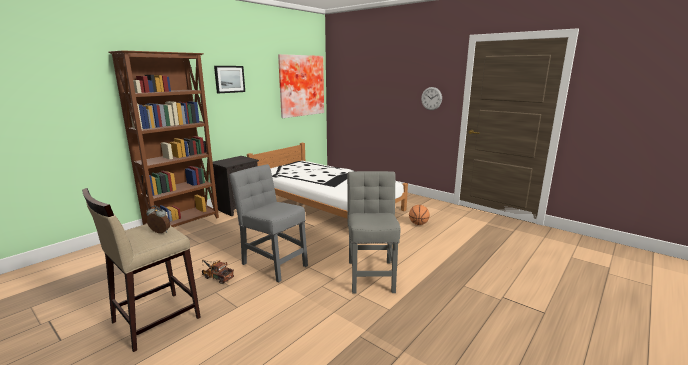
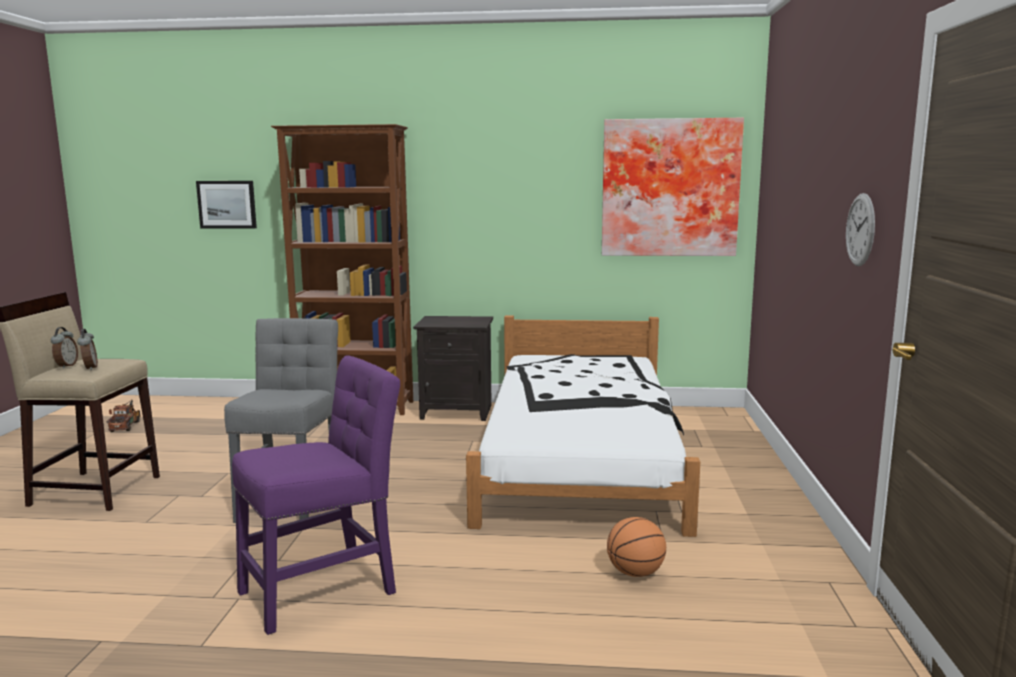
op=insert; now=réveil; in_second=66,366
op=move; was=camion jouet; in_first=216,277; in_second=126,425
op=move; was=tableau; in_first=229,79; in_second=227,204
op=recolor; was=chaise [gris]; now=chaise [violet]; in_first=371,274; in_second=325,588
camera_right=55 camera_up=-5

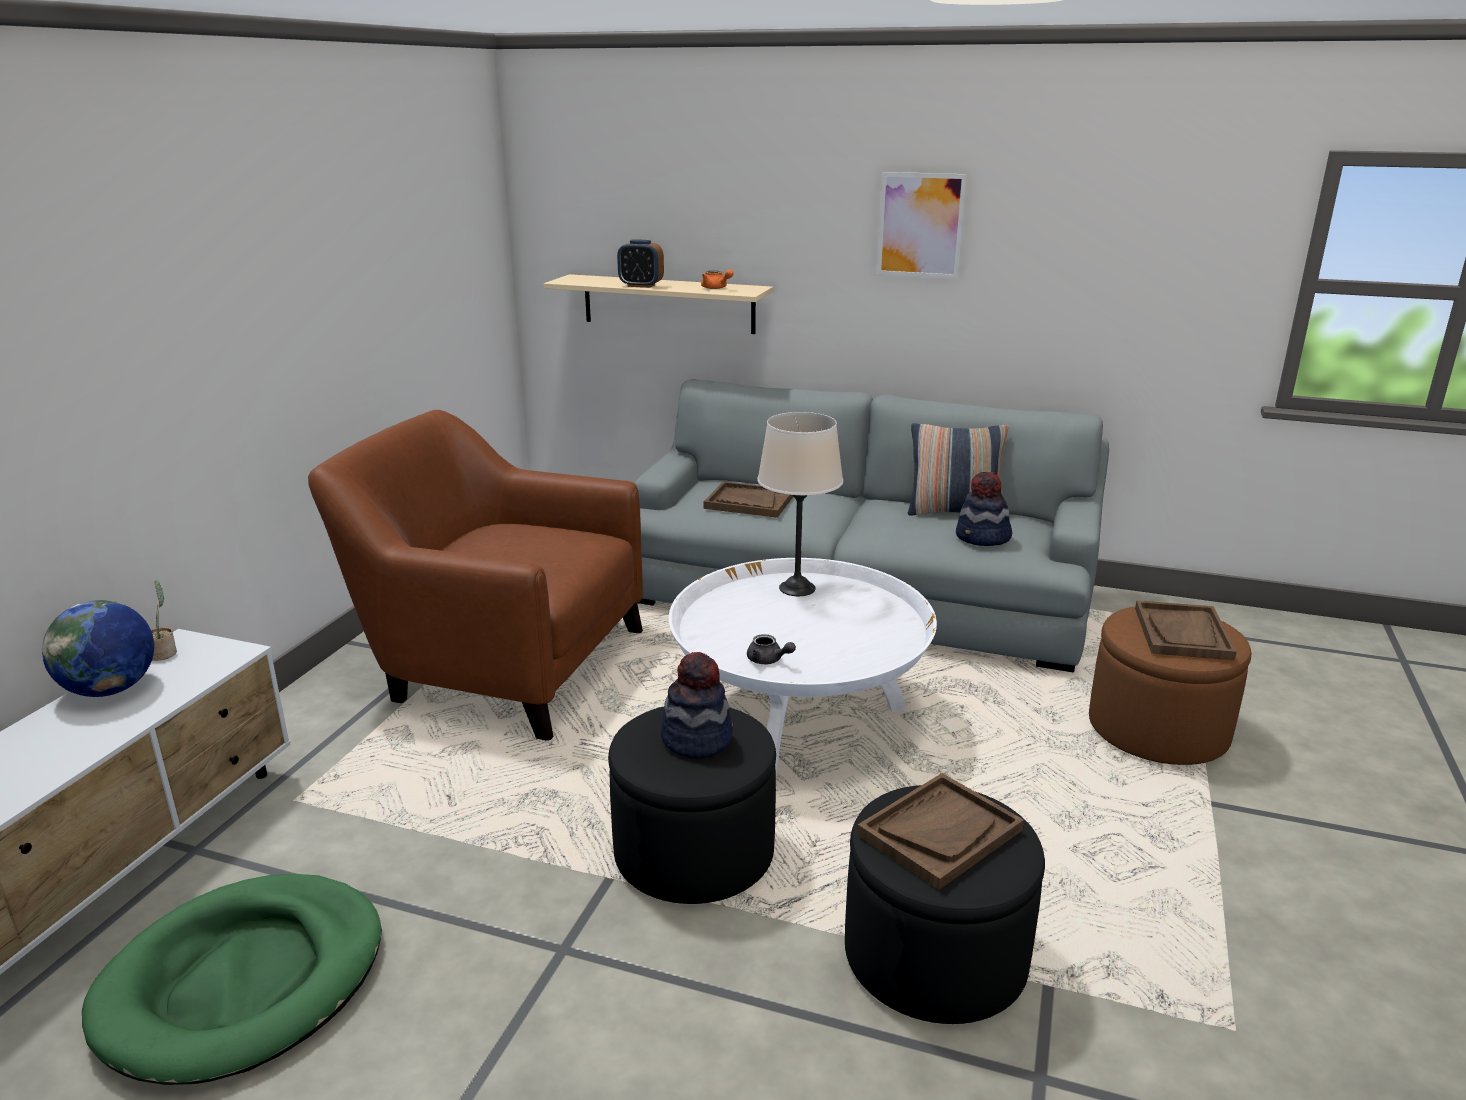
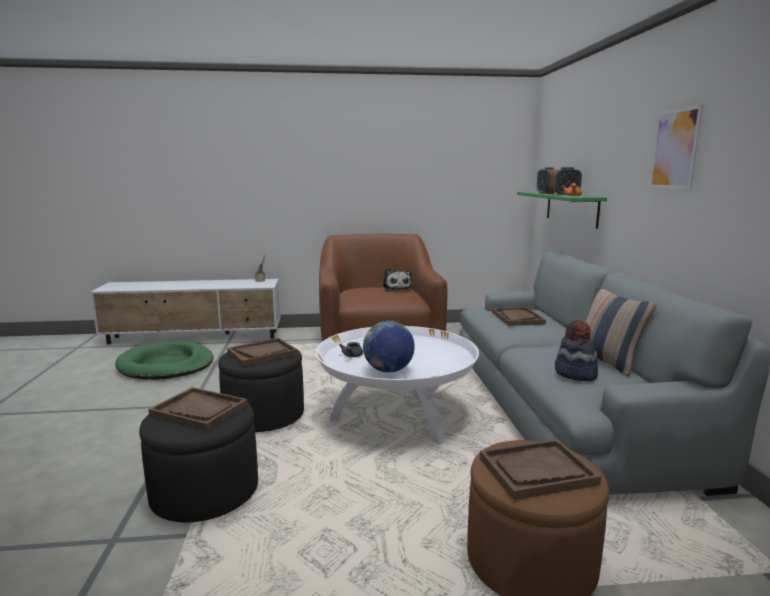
op=replace; was=chapeau; now=plateau [marron]; in_first=697,738; in_second=262,353
op=move; was=globe; in_first=111,689; in_second=388,370
op=insert; now=peluche; in_second=395,288
op=recolor; was=étagère [beige]; now=étagère [vert]; in_first=668,304; in_second=571,208
op=insert; now=réveil; in_second=565,194
op=delete; was=lampe de table [beige]; in_first=797,588
camera_right=65 camera_up=-10

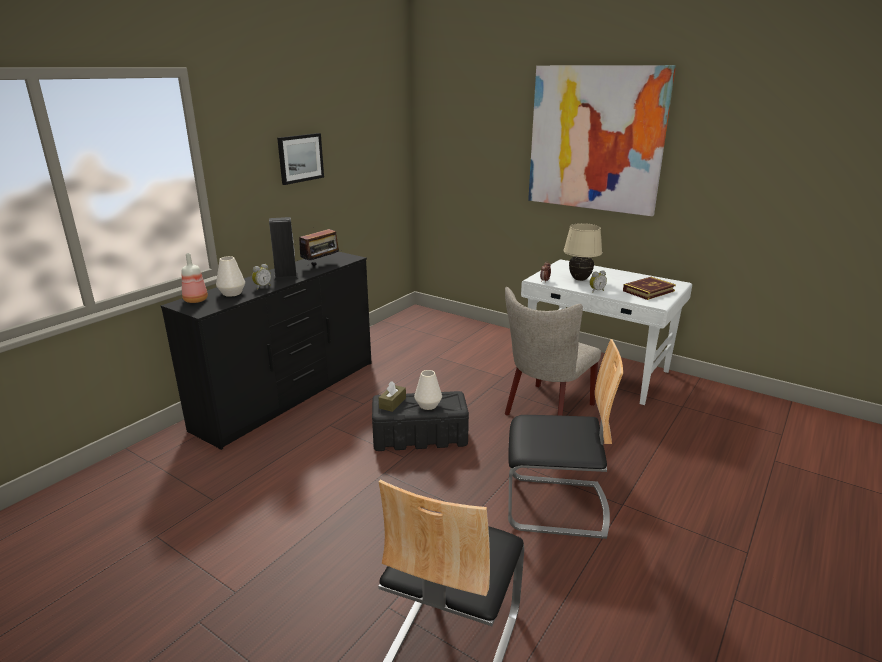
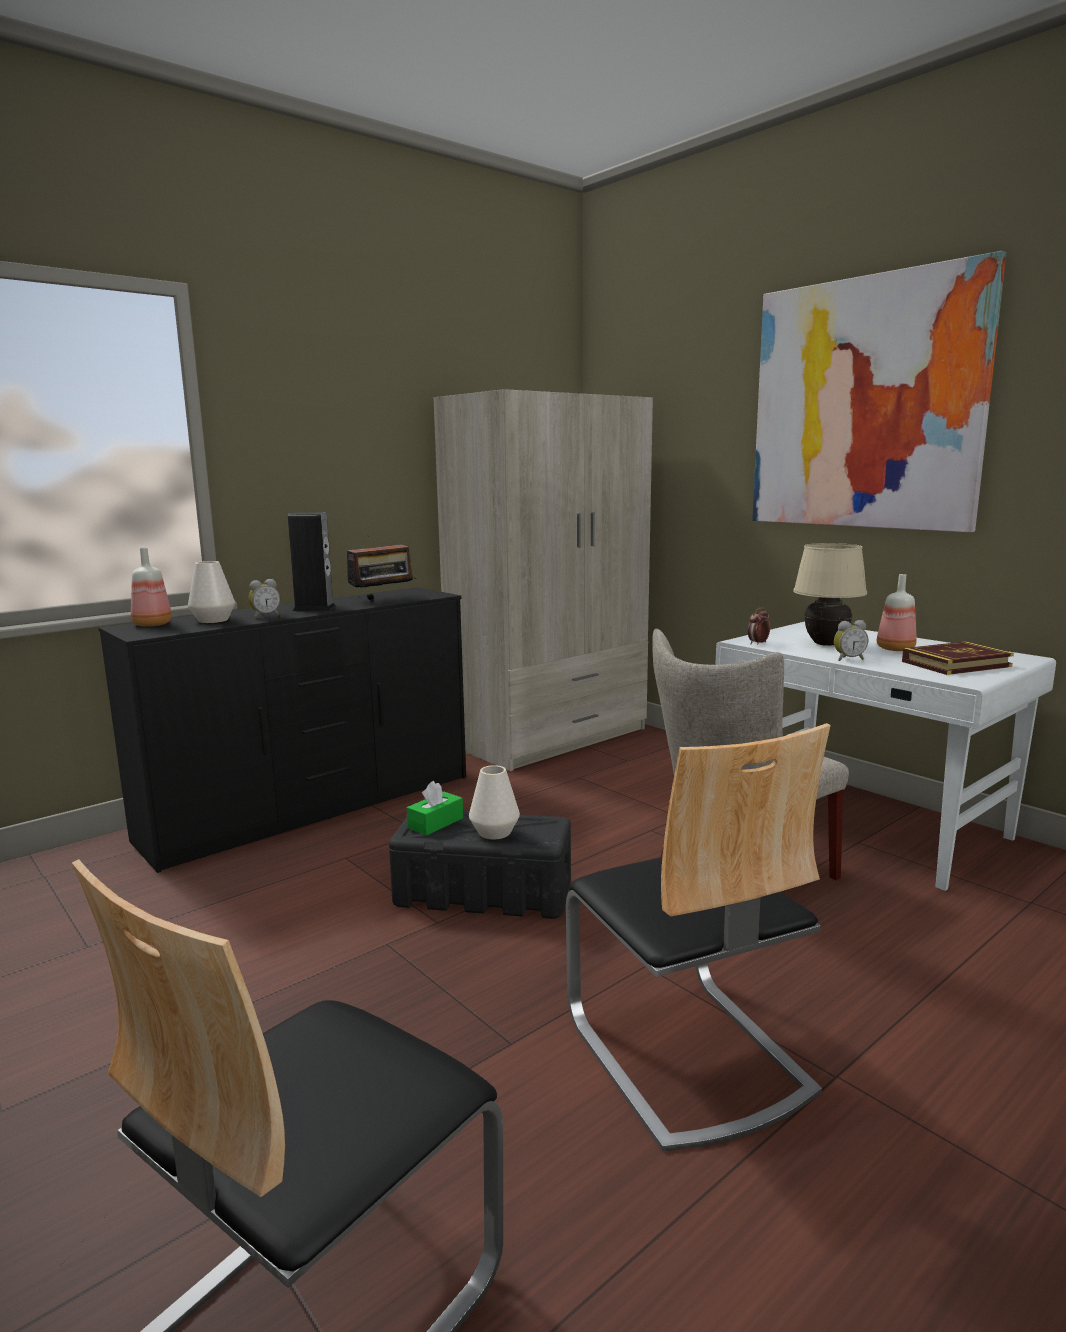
op=recolor; was=boîte à mouchoirs [marron]; now=boîte à mouchoirs [vert]; in_first=392,403; in_second=435,823
op=insert; now=armoire [beige]; in_second=550,737
op=rotate; was=chaise; in_first=556,506; in_second=685,1055; clockwise=45
op=insert; now=bouteille; in_second=894,649
op=delete; was=tableau; in_first=300,158
camera_right=15 camera_up=-10

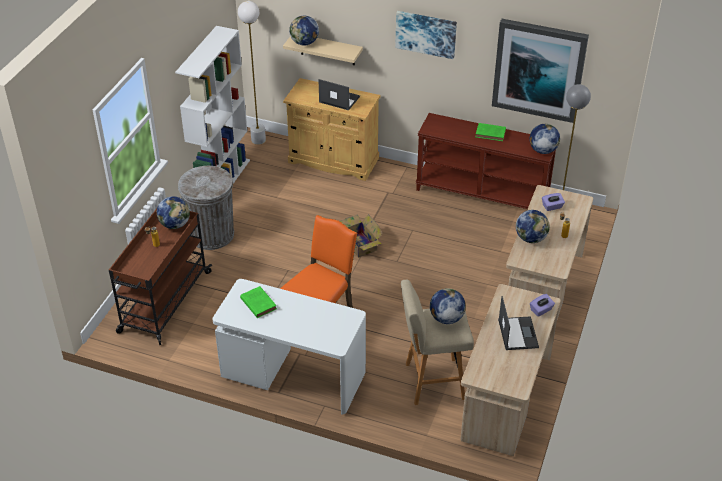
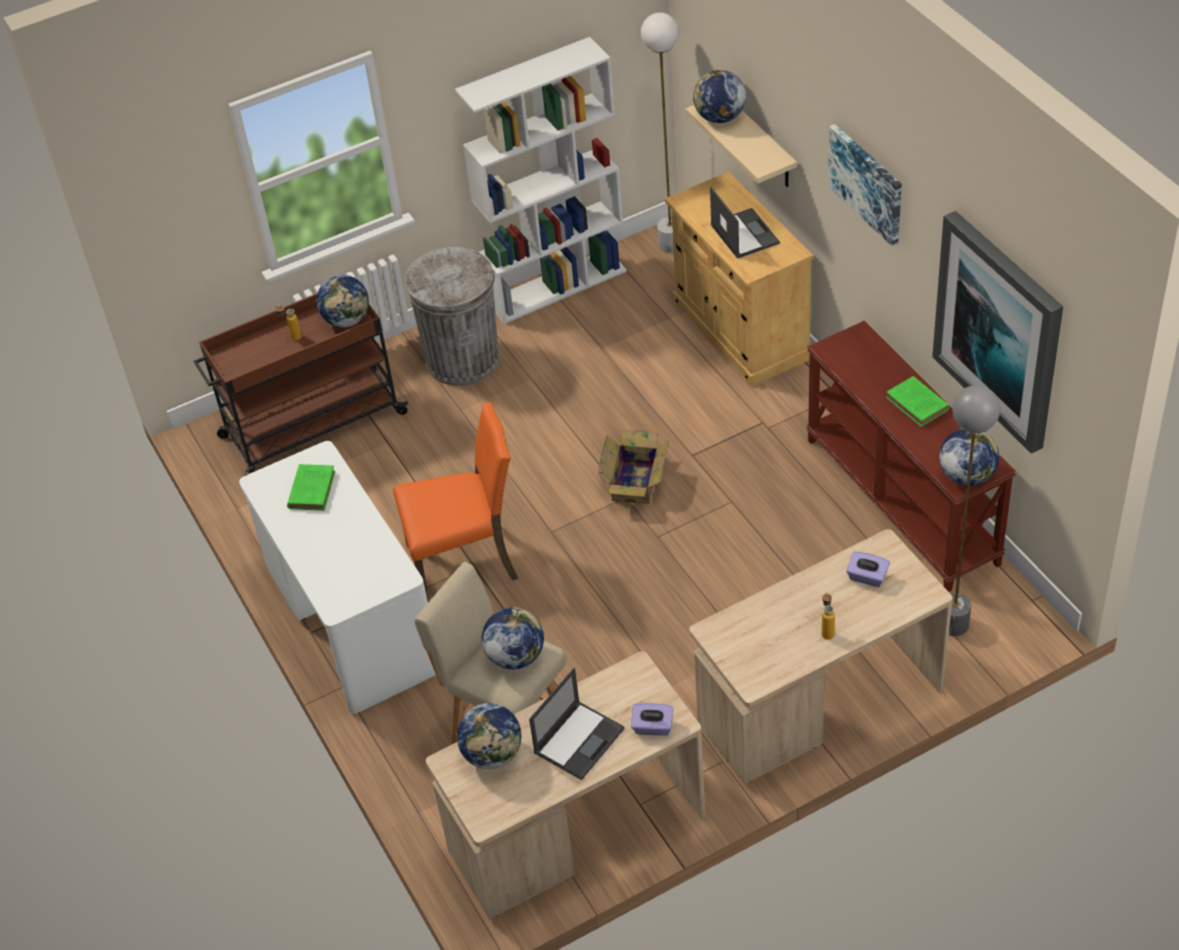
op=move; was=globe; in_first=531,238; in_second=493,754
camera_right=45 camera_up=5

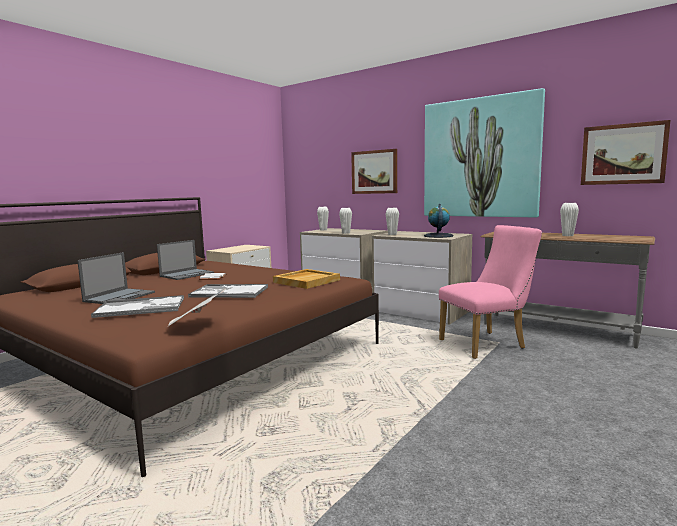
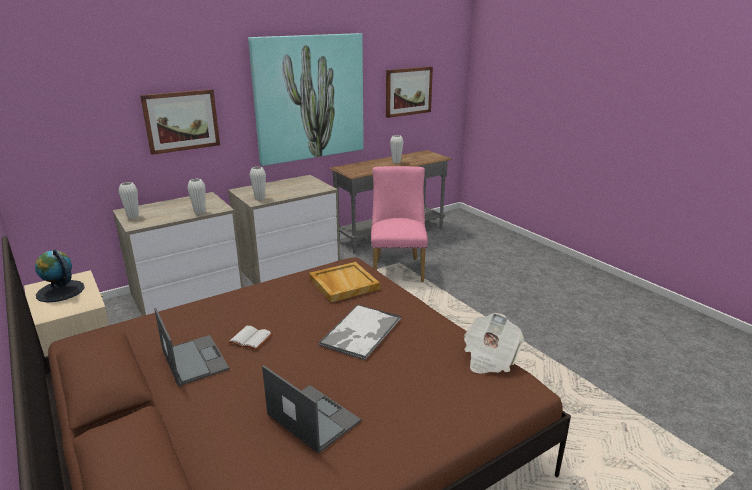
op=move; was=globe; in_first=438,236; in_second=60,291
op=delete; was=plateau; in_first=142,307
camera_right=-70 camera_up=15

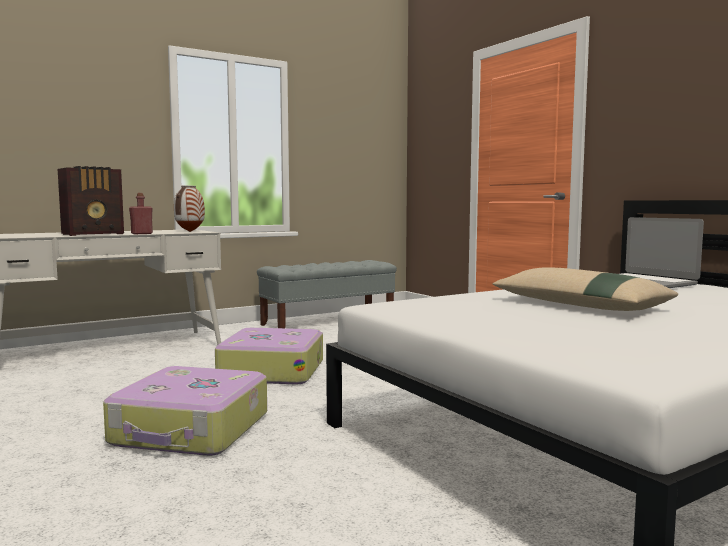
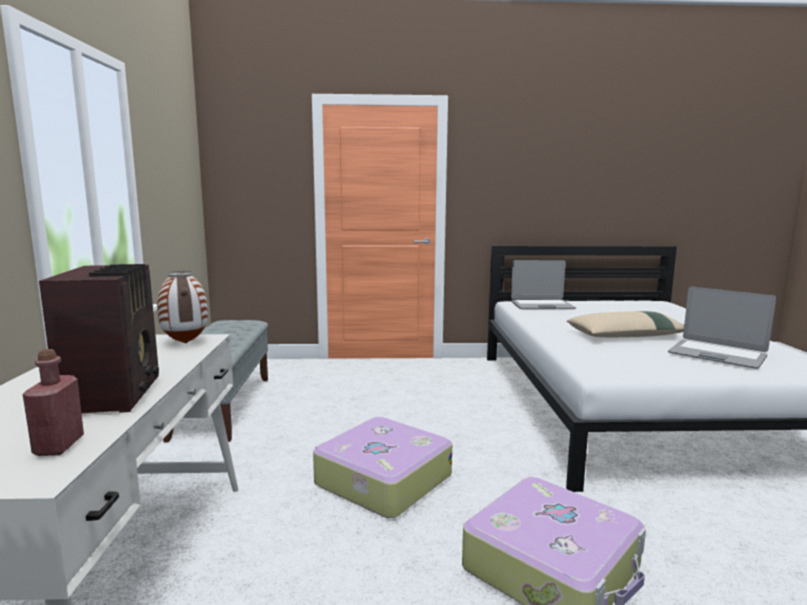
op=move; was=bouteille [rouge]; in_first=142,234; in_second=59,446
op=insert; now=ordinateur portable; in_second=717,355
camera_right=-60 camera_up=5

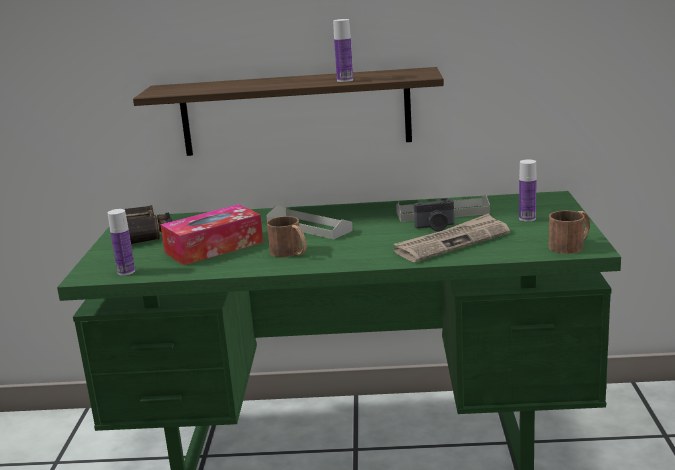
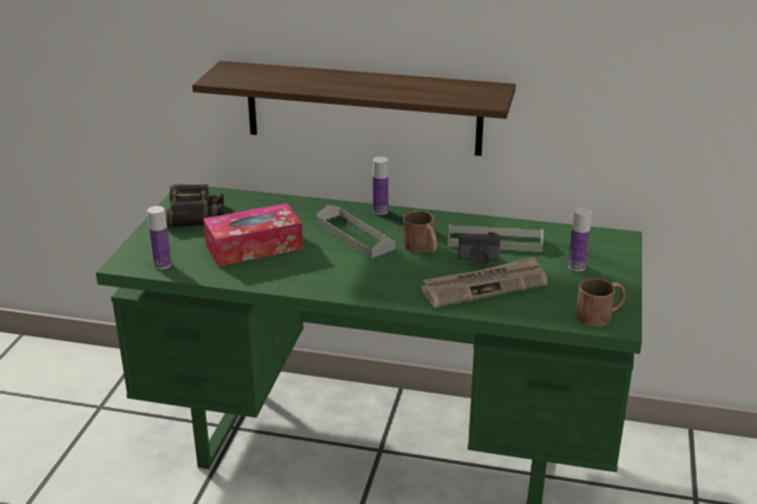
op=move; was=bouteille; in_first=345,80; in_second=380,211
op=move; was=mug [marron]; in_first=291,253; in_second=422,248
camera_right=10 camera_up=10

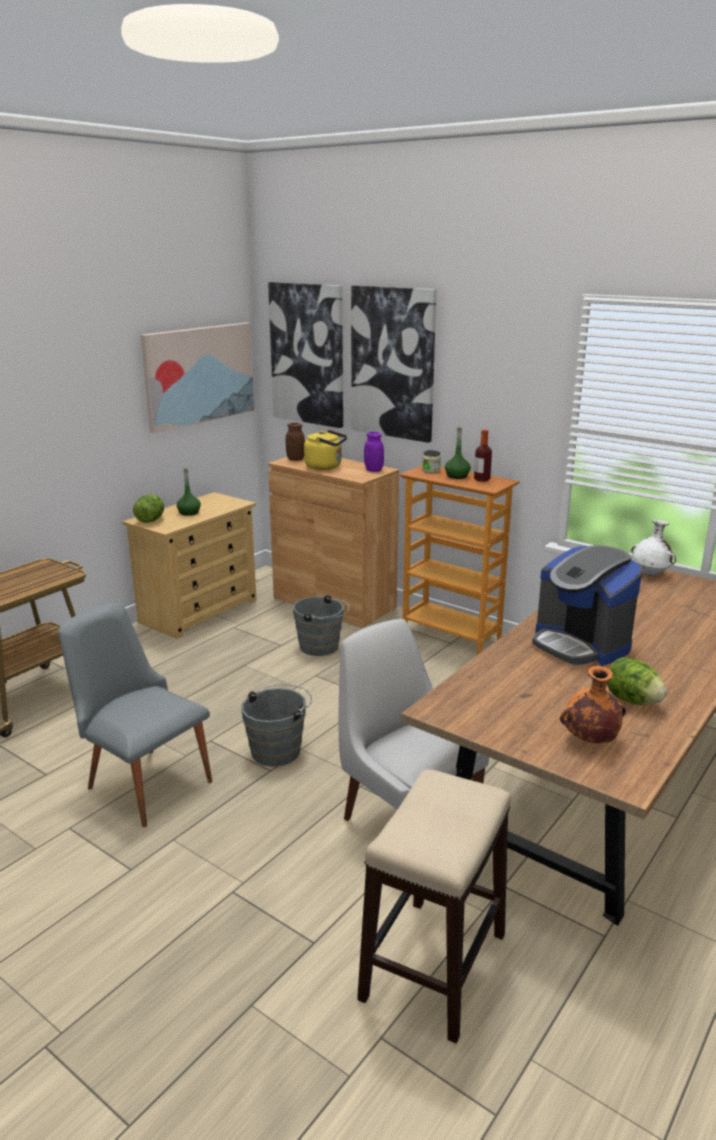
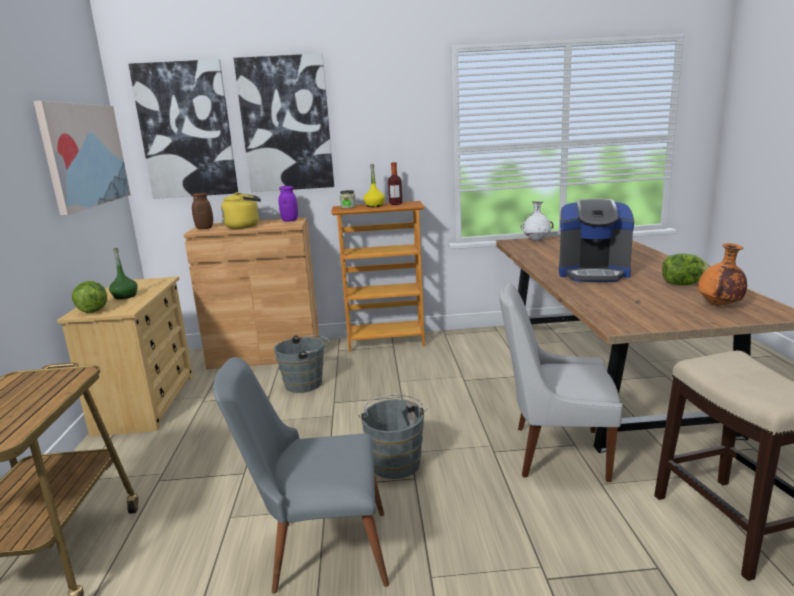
op=recolor; was=bouteille [vert]; now=bouteille [jaune]; in_first=457,476; in_second=374,206
camera_right=-40 camera_up=-5

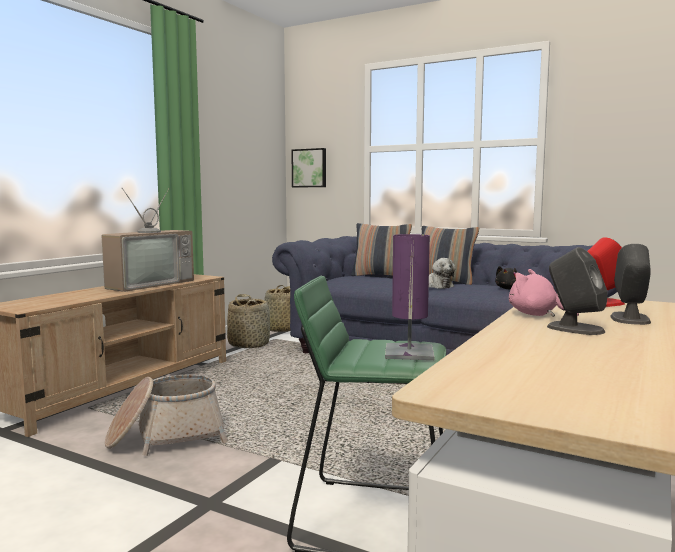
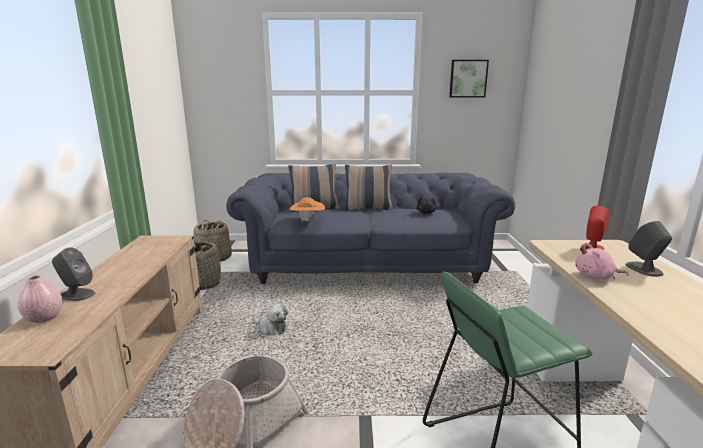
op=insert; now=vase [rose]; in_second=44,317
op=move; was=enceinte [gris]; in_first=574,328; in_second=77,294
op=move; was=peluche; in_first=437,286; in_second=271,328
op=insert; now=chapeau [orange]; in_second=308,221
op=move; was=tableau; in_first=309,168; in_second=468,78
op=delete; was=téléviseur; in_first=148,284
op=delete; was=lampe de table [violet]; in_first=409,353
camera_right=-30 camera_up=10

